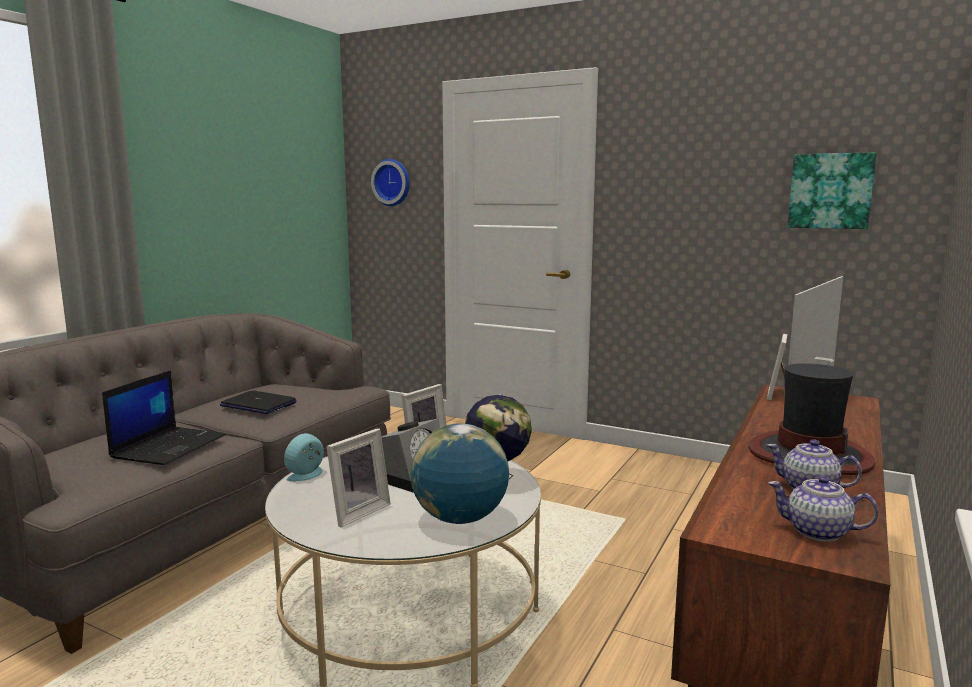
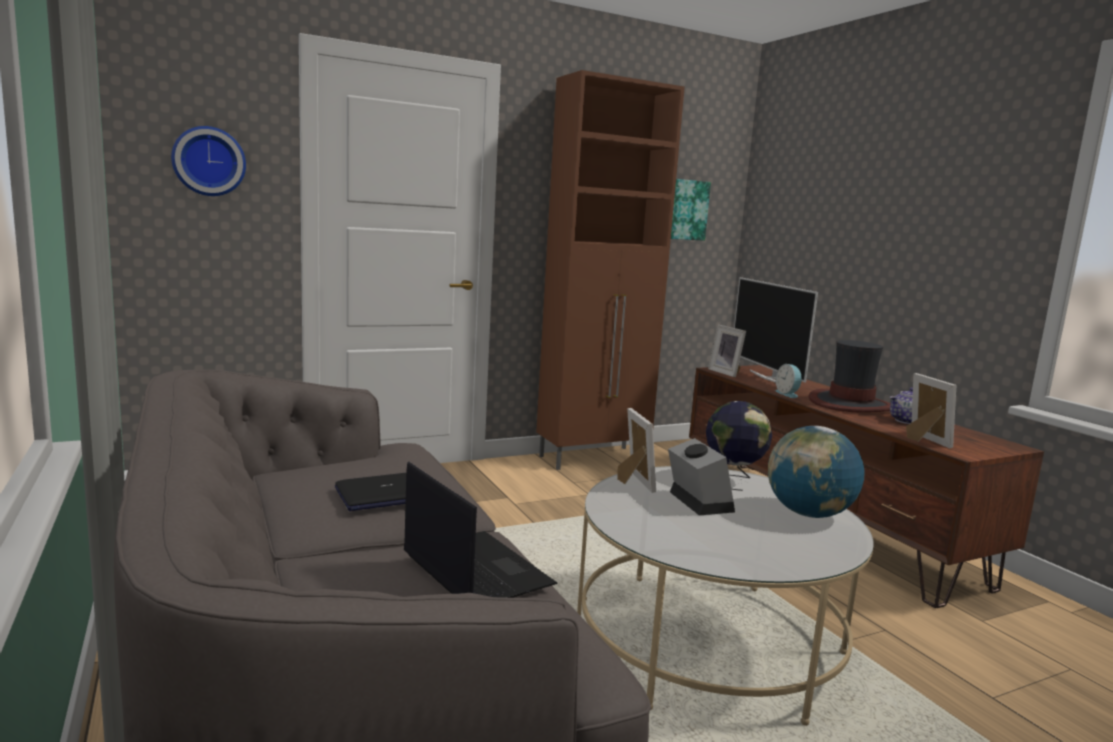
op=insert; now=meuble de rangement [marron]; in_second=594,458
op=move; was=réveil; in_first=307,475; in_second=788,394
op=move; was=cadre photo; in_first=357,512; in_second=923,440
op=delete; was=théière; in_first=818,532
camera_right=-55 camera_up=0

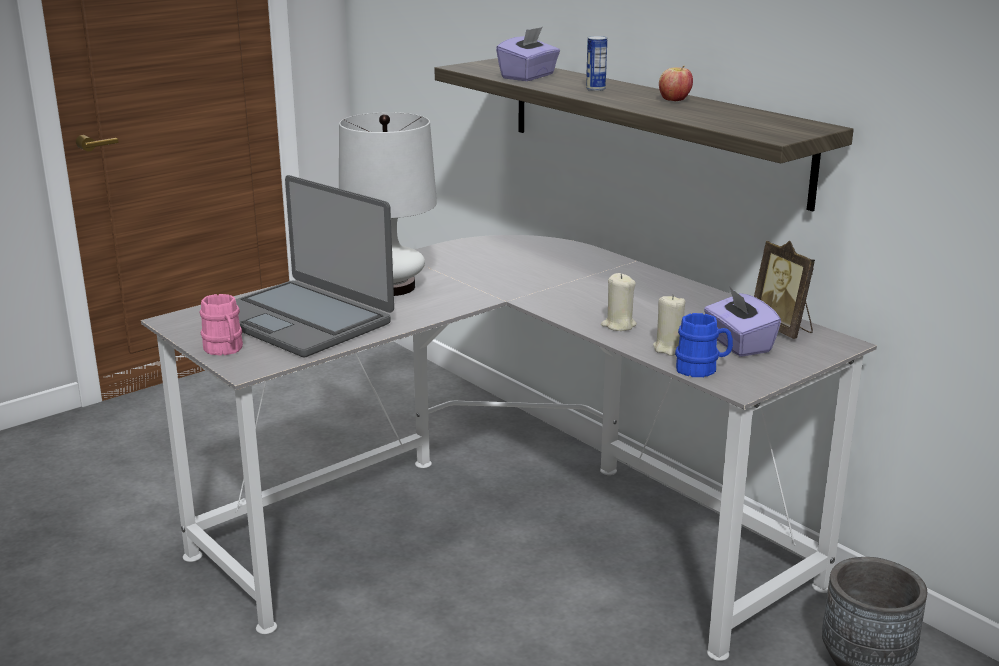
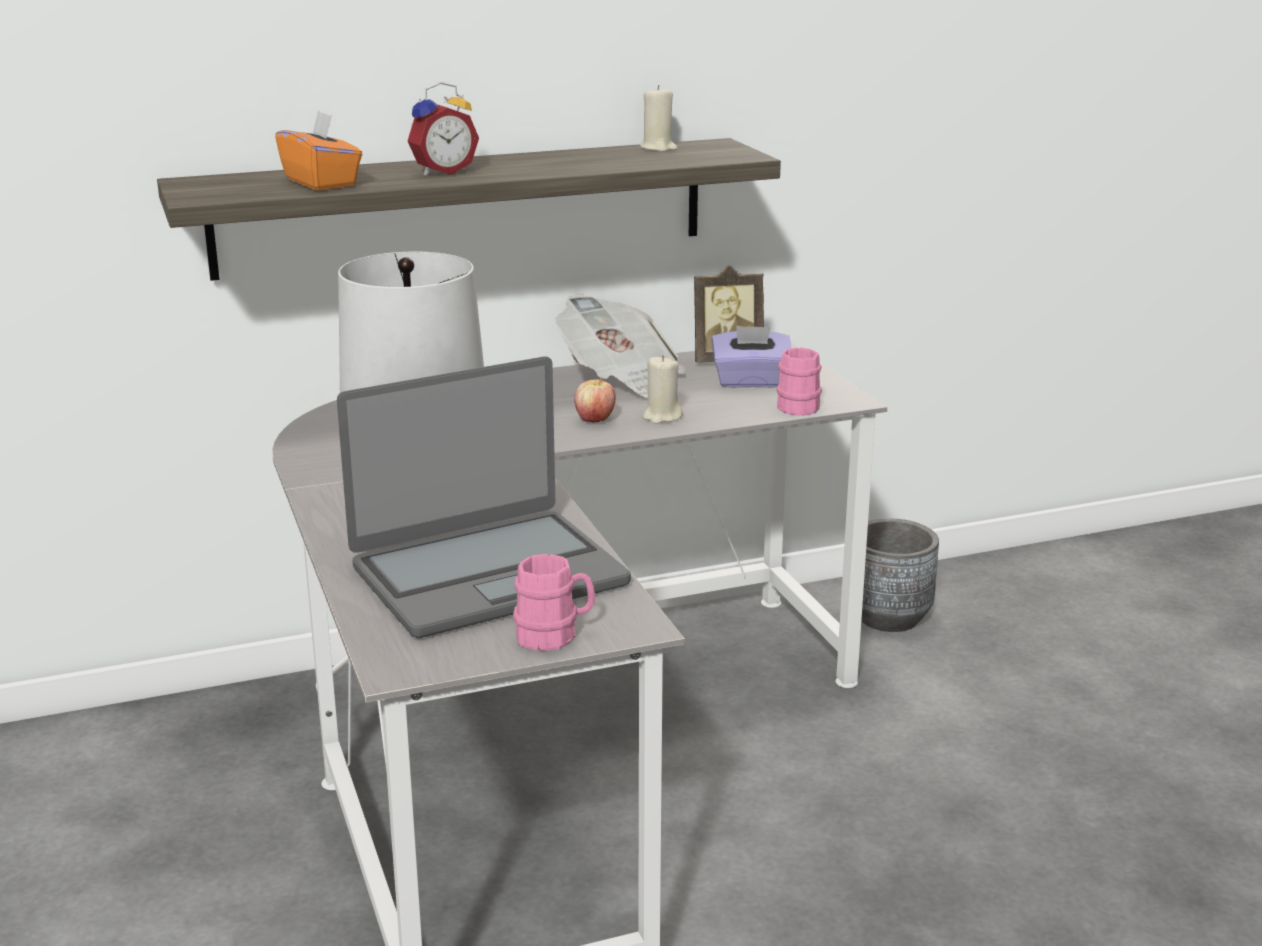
op=recolor; was=boîte à mouchoirs [violet]; now=boîte à mouchoirs [orange]; in_first=528,77; in_second=322,182
op=replace; was=boîte métallique; now=réveil; in_first=595,89; in_second=442,171
op=insert; now=journal; in_second=621,379
op=move; was=pomme; in_first=674,100; in_second=595,420
op=move; was=bougie [beige]; in_first=669,348; in_second=658,148
op=recolor; was=mug [bleu]; now=mug [rose]; in_first=702,369; in_second=800,405
camera_right=-70 camera_up=0

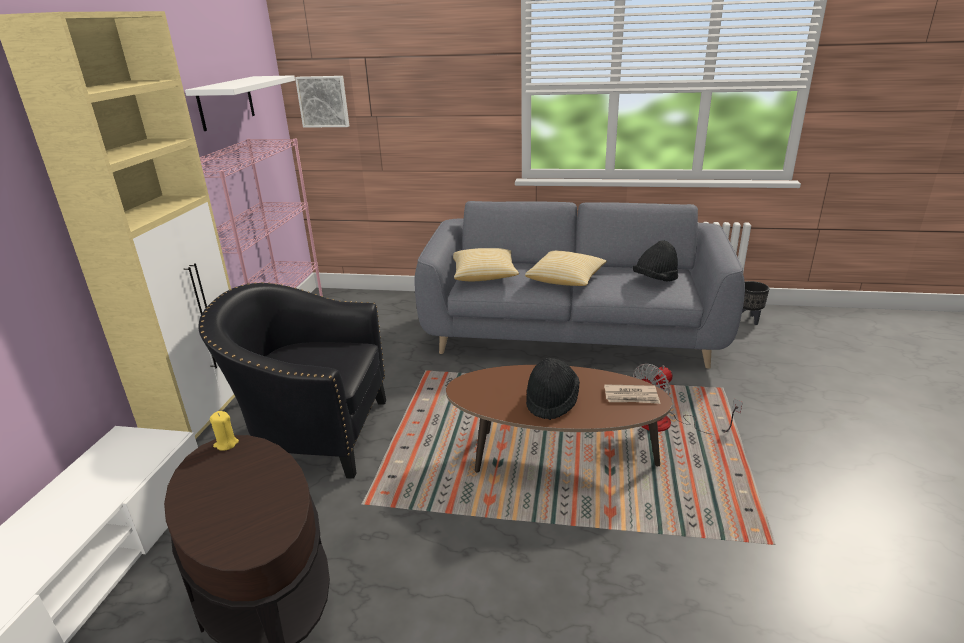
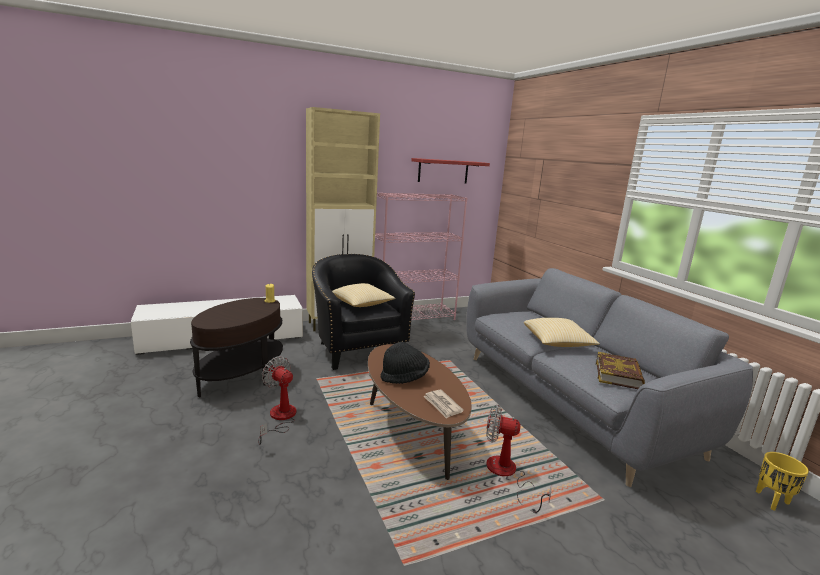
op=insert; now=ventilateur; in_second=279,418
op=move; was=coussin; in_first=484,276; in_second=362,304
op=recolor; was=étagère [blanc]; now=étagère [rouge]; in_first=226,102; in_second=443,171
op=replace; was=chapeau [noir]; now=livre; in_first=655,280; in_second=618,375
op=recolor; was=cache-pot [noir]; now=cache-pot [jaune]; in_first=748,319; in_second=773,501
op=delete; was=tableau; in_first=323,101
camera_right=55 camera_up=-10

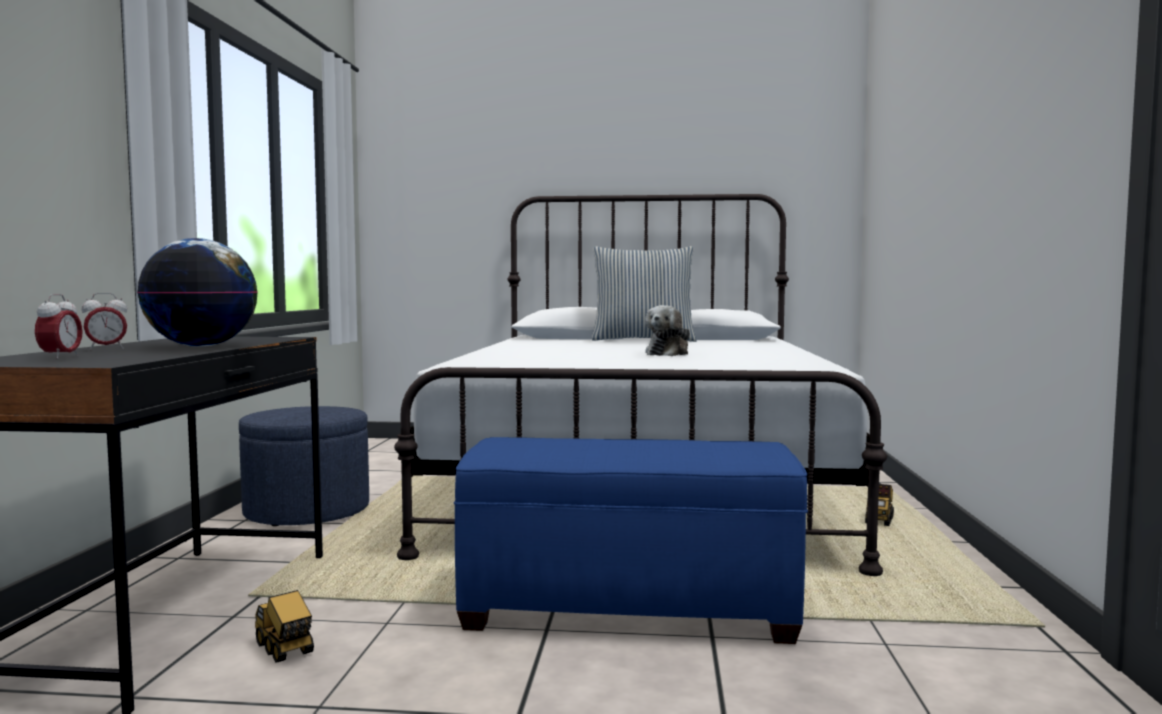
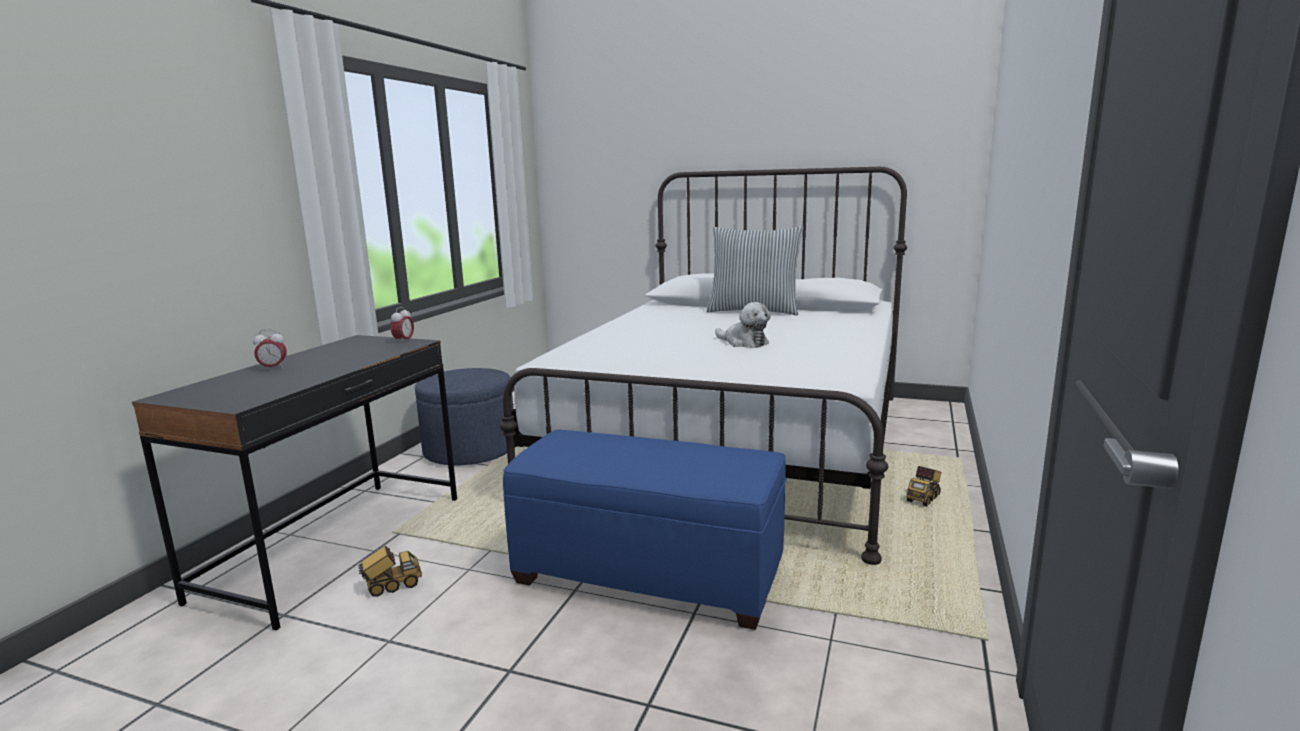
op=rotate; was=camion jouet; in_first=285,649; in_second=392,586; clockwise=90
op=move; was=réveil; in_first=60,357; in_second=404,341
op=rotate; was=peluche; in_first=668,353; in_second=743,343; clockwise=-90
op=delete; was=globe; in_first=201,346
camera_right=15 camera_up=10

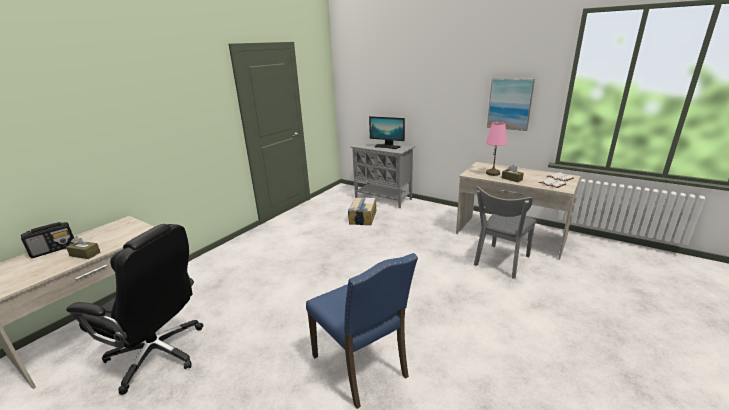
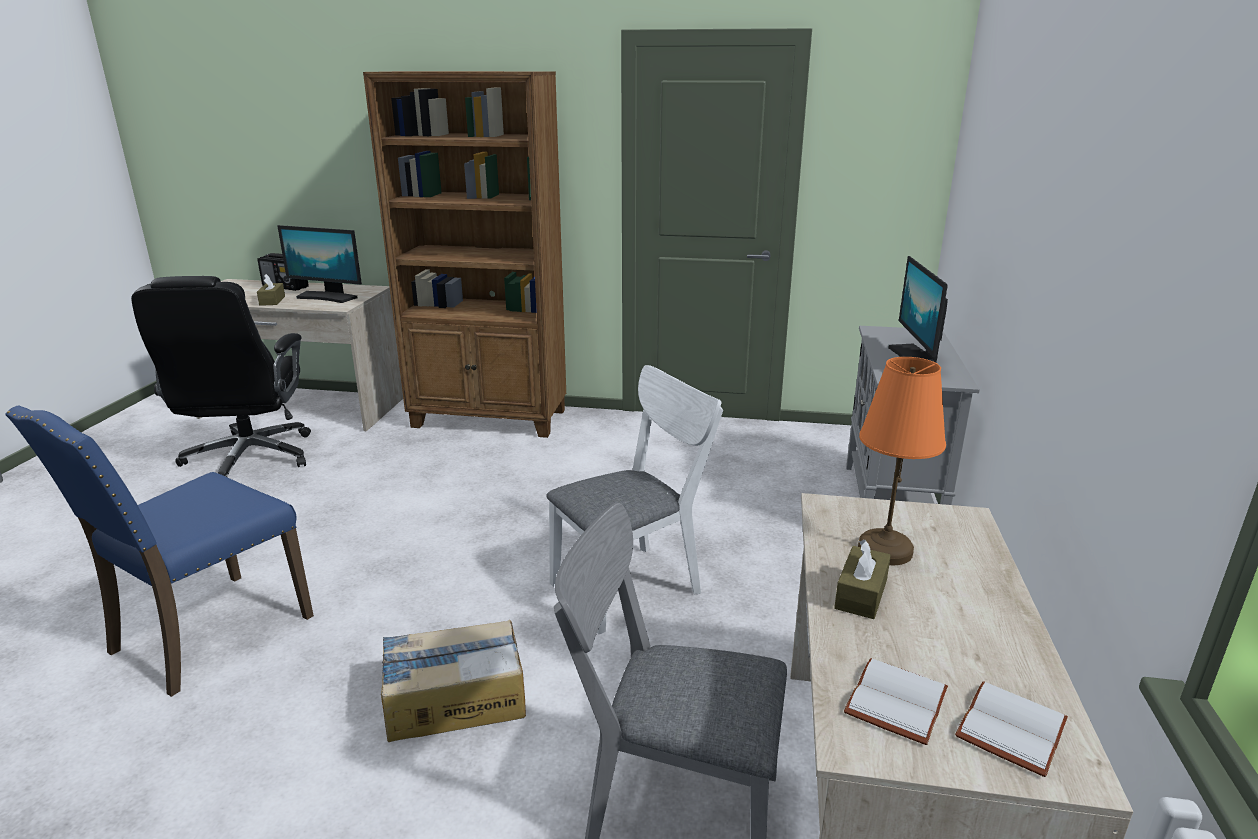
op=insert; now=écran d'ordinateur; in_second=327,297
op=insert; now=bibliothèque [marron]; in_second=490,419
op=move; was=carton; in_first=362,217; in_second=454,698
op=insert; now=chaise [blanc]; in_second=634,583
op=recolor; was=lampe de table [rose]; now=lampe de table [orange]; in_first=493,173; in_second=885,551
op=delete; was=tableau; in_first=510,104
camera_right=65 camera_up=0

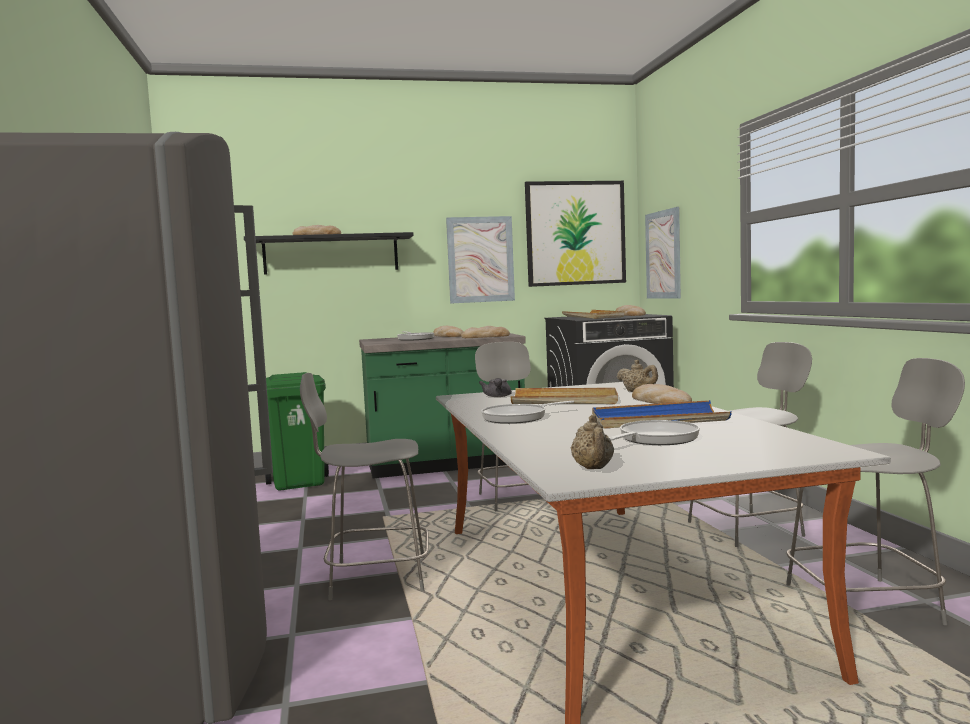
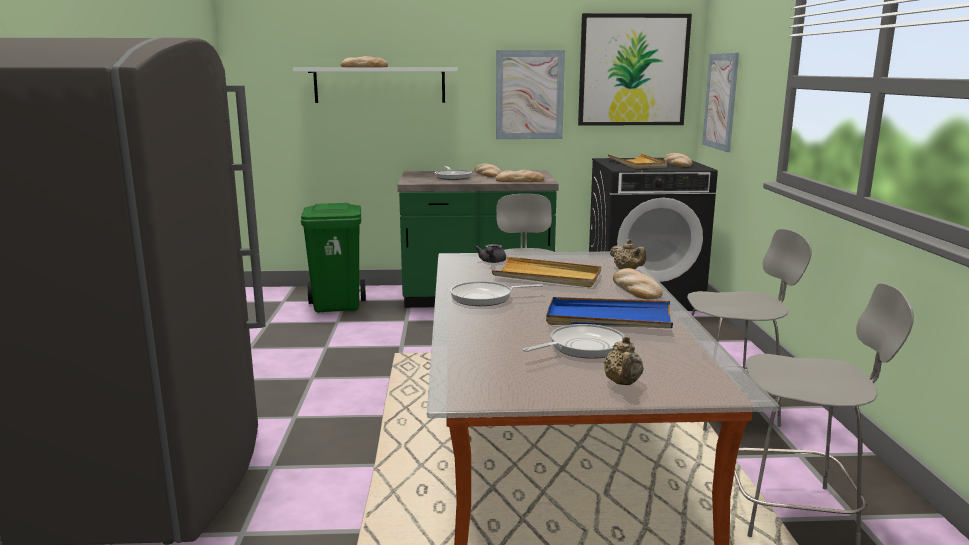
op=recolor; was=étagère [noir]; now=étagère [blanc]; in_first=331,254; in_second=379,85
op=move; was=théière [beige]; in_first=593,468; in_second=623,383
op=delete; was=chaise [gris]; in_first=374,578
camera_right=10 camera_up=10

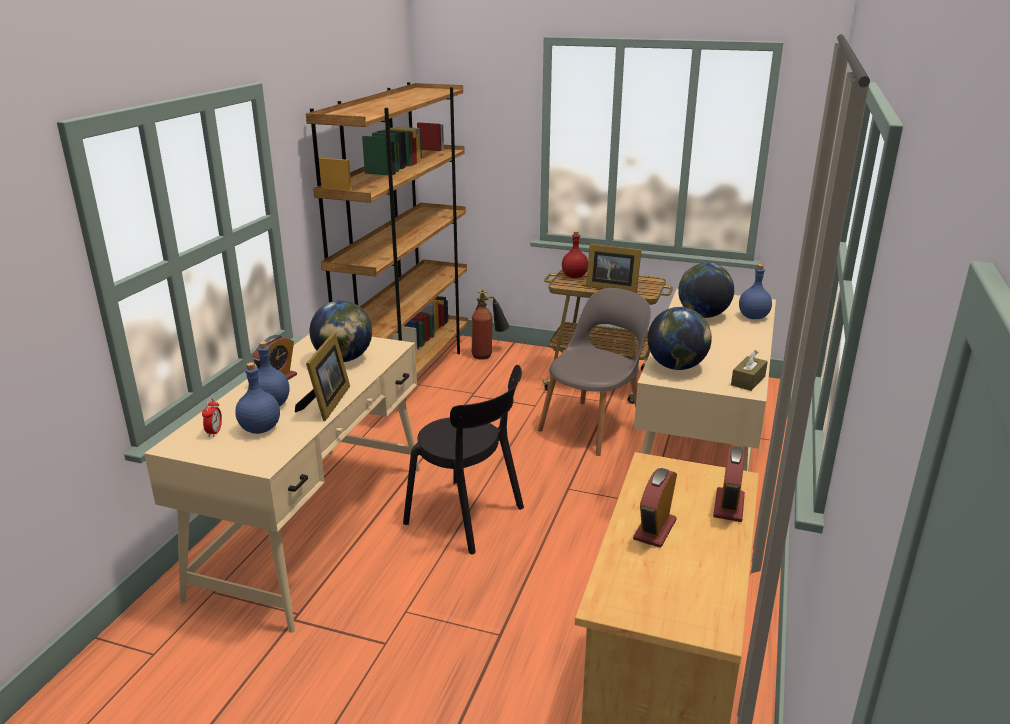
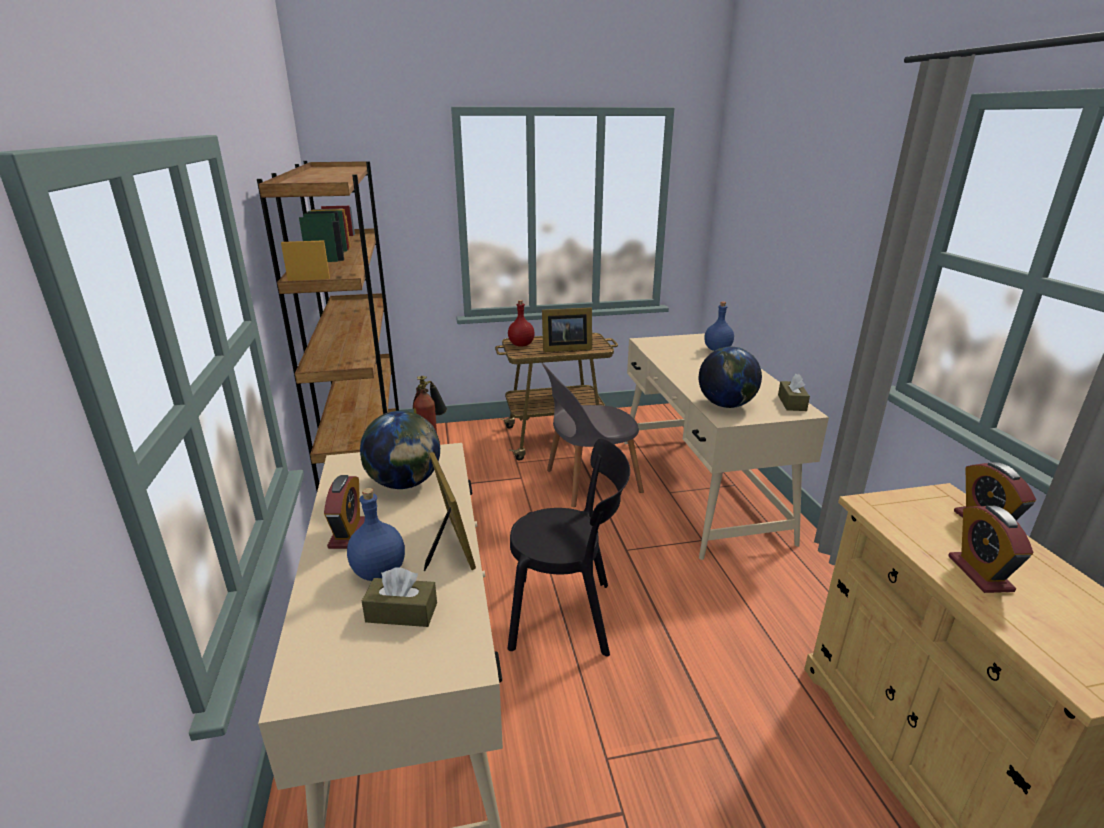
op=replace; was=bouteille [bleu]; now=boîte à mouchoirs [marron]; in_first=259,429; in_second=401,612
op=rotate; was=chaise [gris]; in_first=593,426; in_second=589,482; clockwise=-120
op=delete; was=réveil; in_first=214,432
op=delete; was=globe; in_first=703,316
camera_right=-30 camera_up=0

